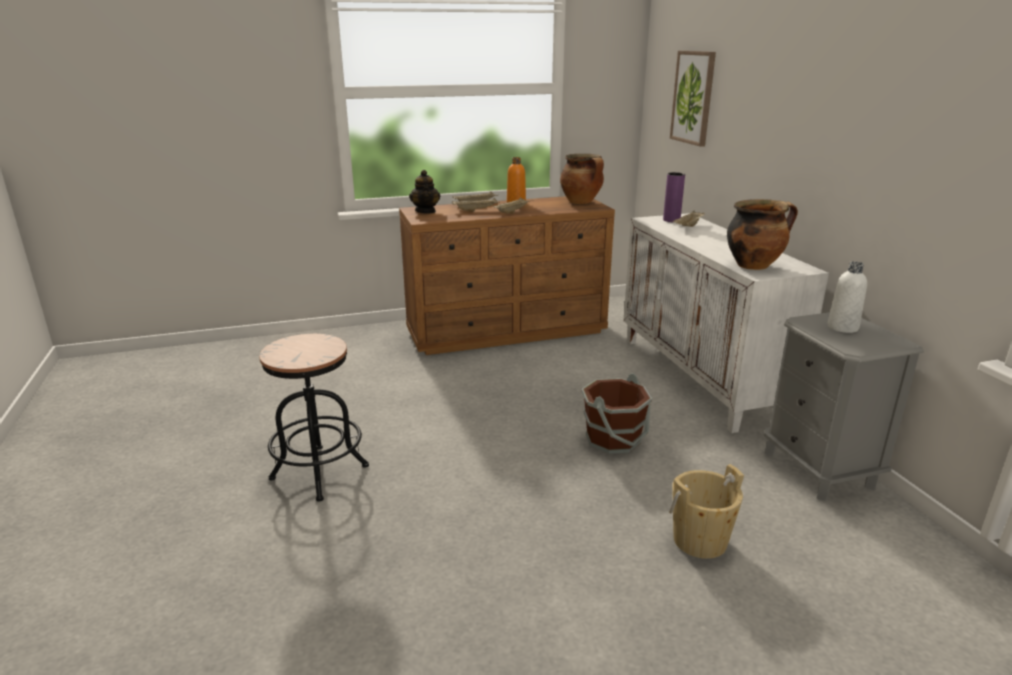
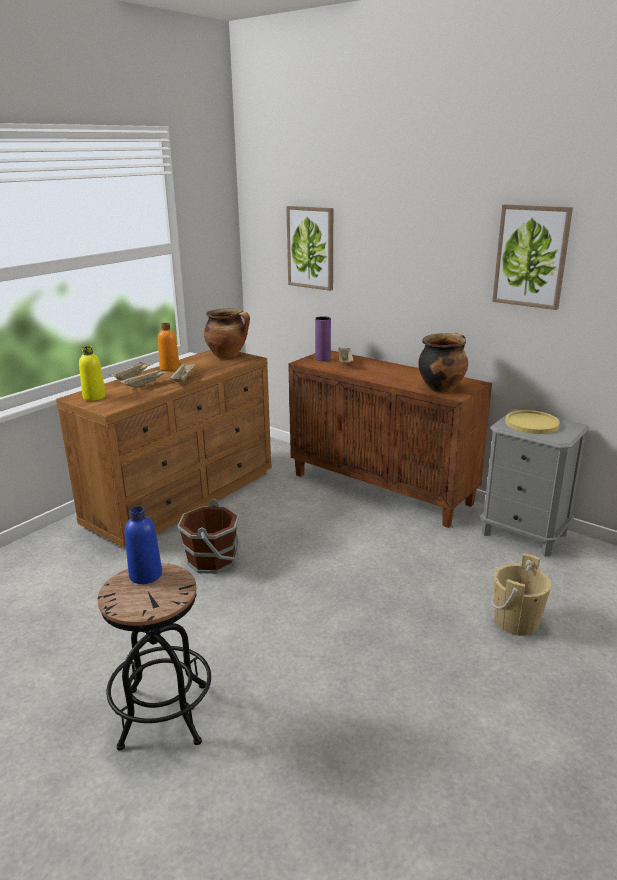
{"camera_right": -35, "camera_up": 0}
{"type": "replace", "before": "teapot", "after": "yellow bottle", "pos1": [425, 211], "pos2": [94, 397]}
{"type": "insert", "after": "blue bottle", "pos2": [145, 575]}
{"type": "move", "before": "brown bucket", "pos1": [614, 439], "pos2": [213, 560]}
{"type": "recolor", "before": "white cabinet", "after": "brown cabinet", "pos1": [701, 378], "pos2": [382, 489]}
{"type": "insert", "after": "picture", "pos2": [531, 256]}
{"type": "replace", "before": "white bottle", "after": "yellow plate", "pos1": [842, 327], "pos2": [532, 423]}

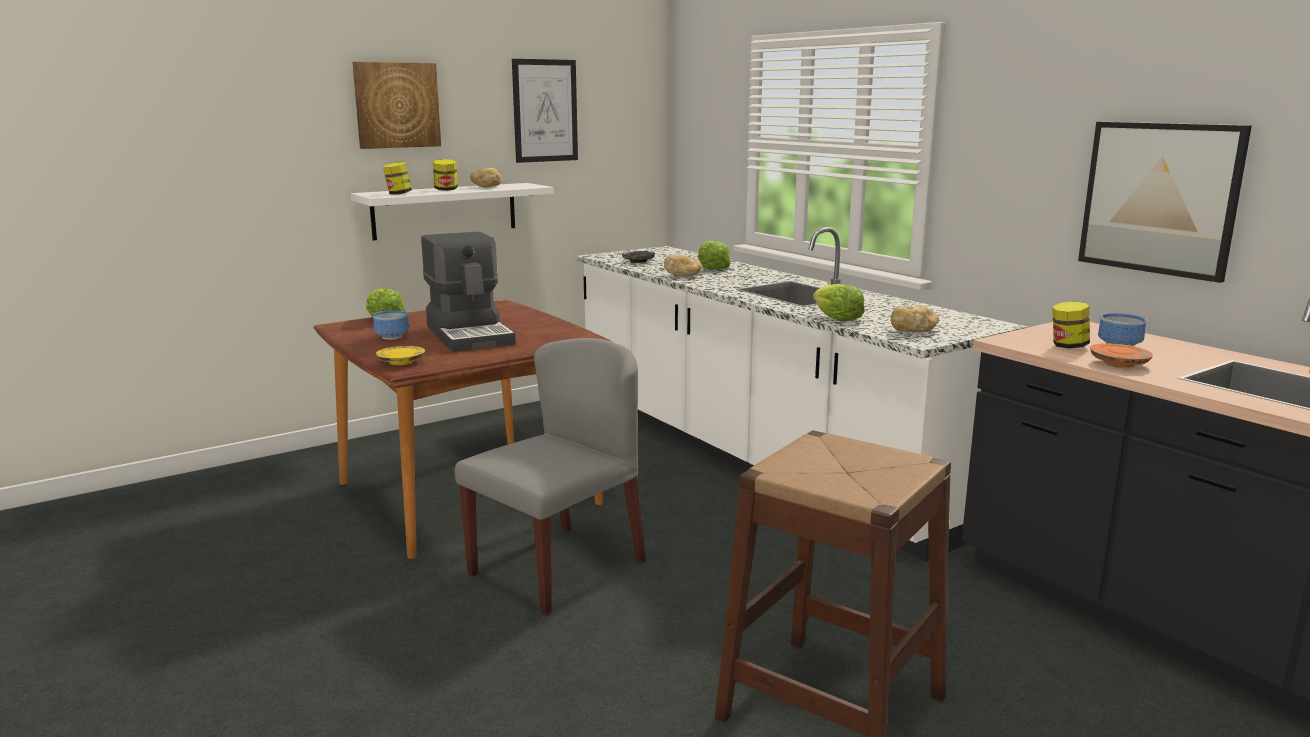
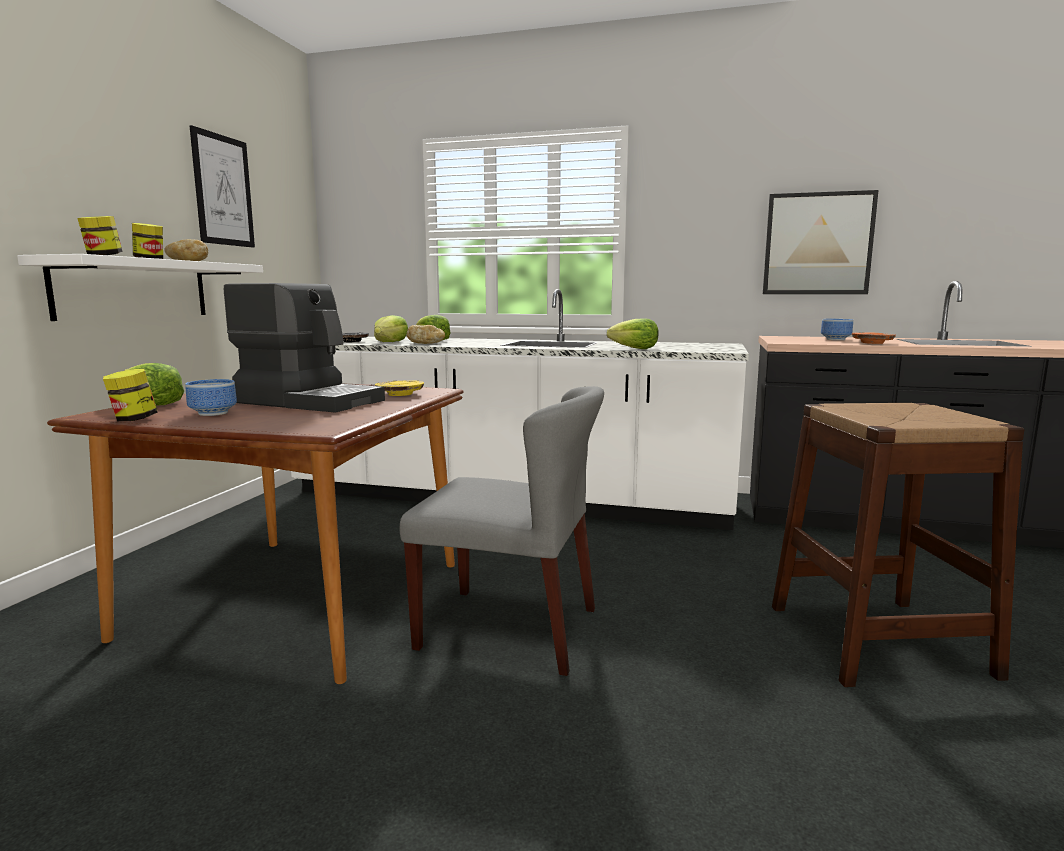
{"camera_right": -40, "camera_up": -5}
{"type": "move", "before": "jar", "pos1": [1068, 346], "pos2": [134, 419]}
{"type": "insert", "after": "lettuce", "pos2": [390, 342]}
{"type": "move", "before": "yellow plate", "pos1": [401, 362], "pos2": [400, 394]}
{"type": "rotate", "before": "grey chair", "pos1": [558, 567], "pos2": [510, 628], "turn": 105}
{"type": "delete", "before": "picture", "pos1": [397, 105]}
{"type": "delete", "before": "bread", "pos1": [912, 331]}

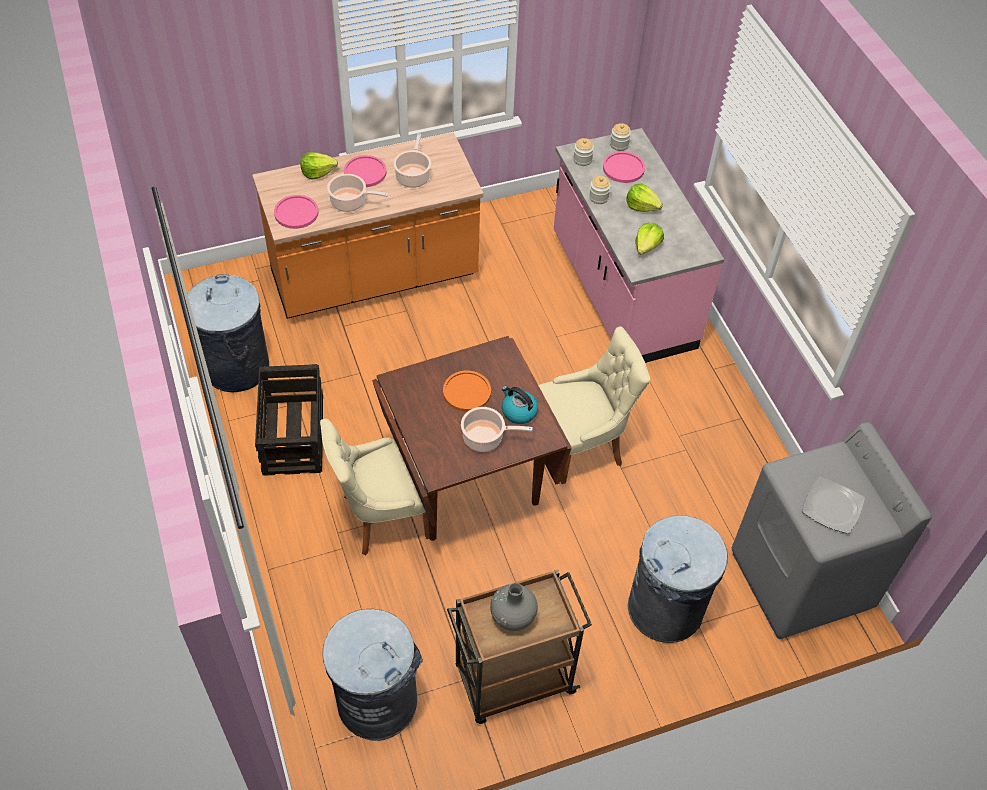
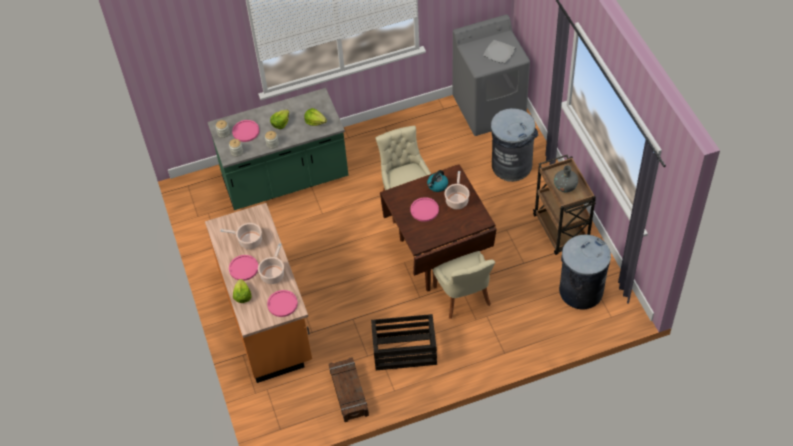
{"camera_right": -85, "camera_up": 0}
{"type": "recolor", "before": "pink counter", "after": "green counter", "pos1": [621, 292], "pos2": [285, 180]}
{"type": "replace", "before": "grey trash can", "after": "crate", "pos1": [236, 367], "pos2": [348, 392]}
{"type": "recolor", "before": "orange plate", "after": "pink plate", "pos1": [467, 392], "pos2": [424, 210]}

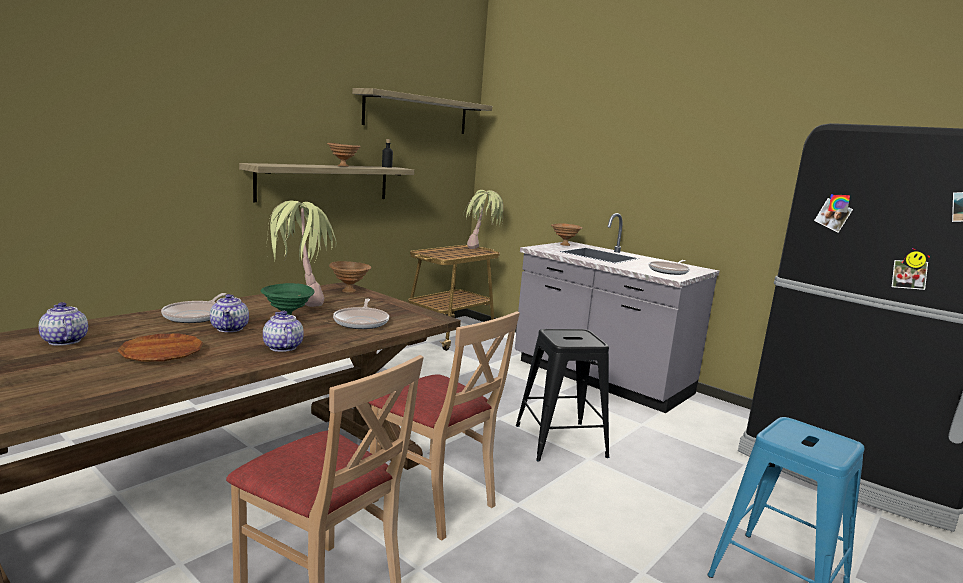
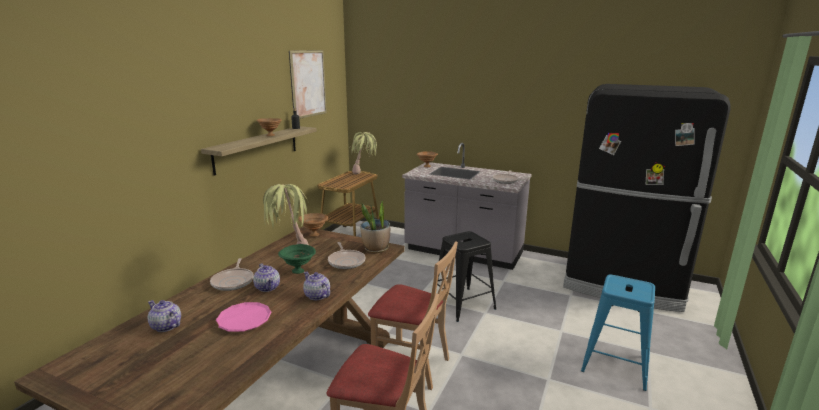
{"camera_right": -15, "camera_up": 5}
{"type": "recolor", "before": "brown plate", "after": "pink plate", "pos1": [161, 353], "pos2": [244, 320]}
{"type": "replace", "before": "shelf", "after": "picture", "pos1": [417, 113], "pos2": [308, 83]}
{"type": "insert", "after": "potted plant", "pos2": [376, 249]}

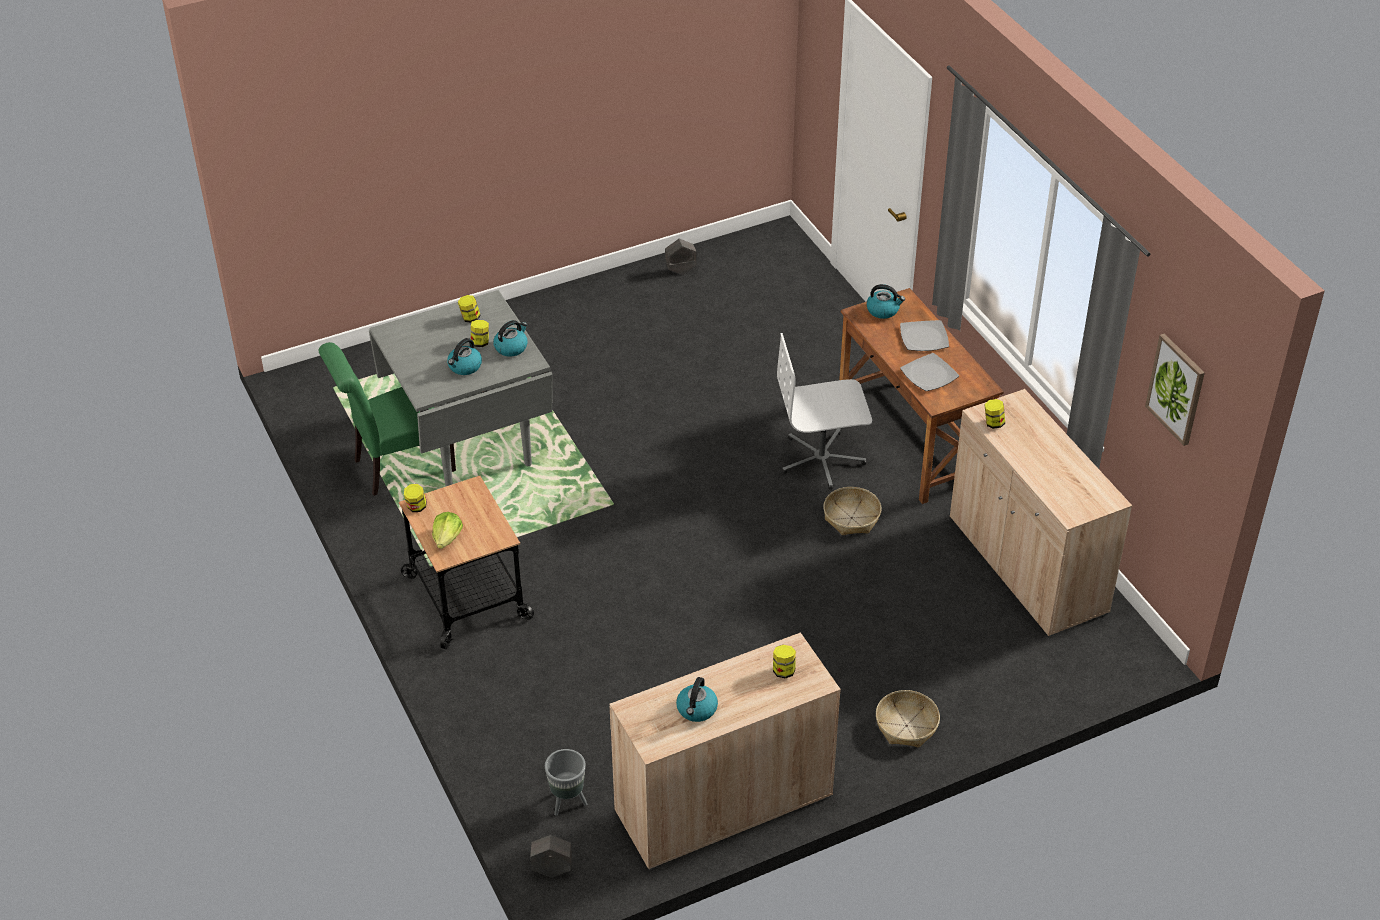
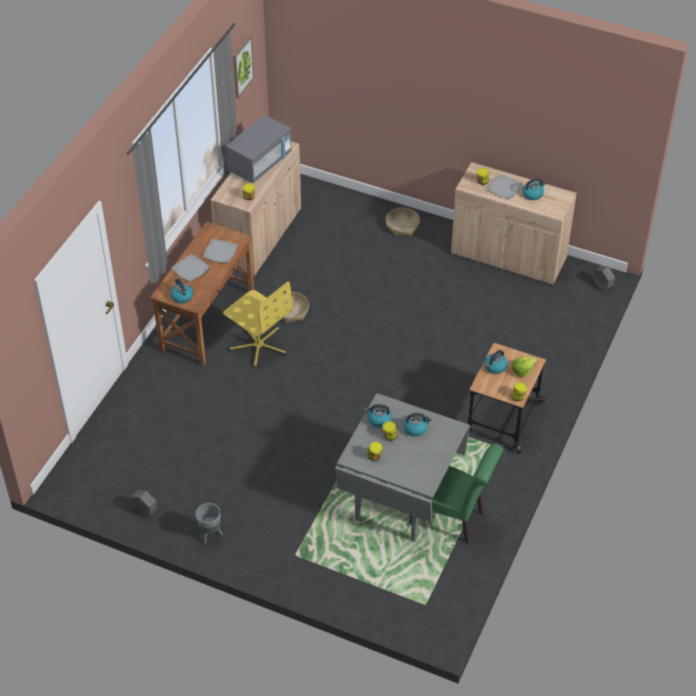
{"camera_right": -130, "camera_up": 5}
{"type": "move", "before": "grey planter", "pos1": [568, 802], "pos2": [210, 535]}
{"type": "recolor", "before": "white office chair", "after": "yellow office chair", "pos1": [822, 460], "pos2": [259, 346]}
{"type": "insert", "after": "grey microwave", "pos2": [260, 163]}
{"type": "insert", "after": "kettle", "pos2": [495, 367]}
{"type": "insert", "after": "plate", "pos2": [504, 188]}

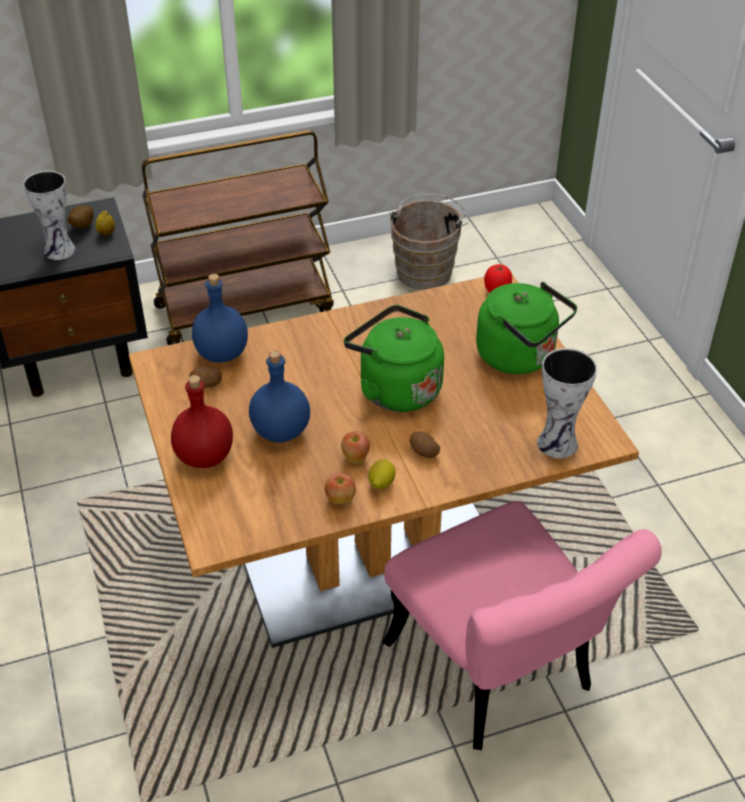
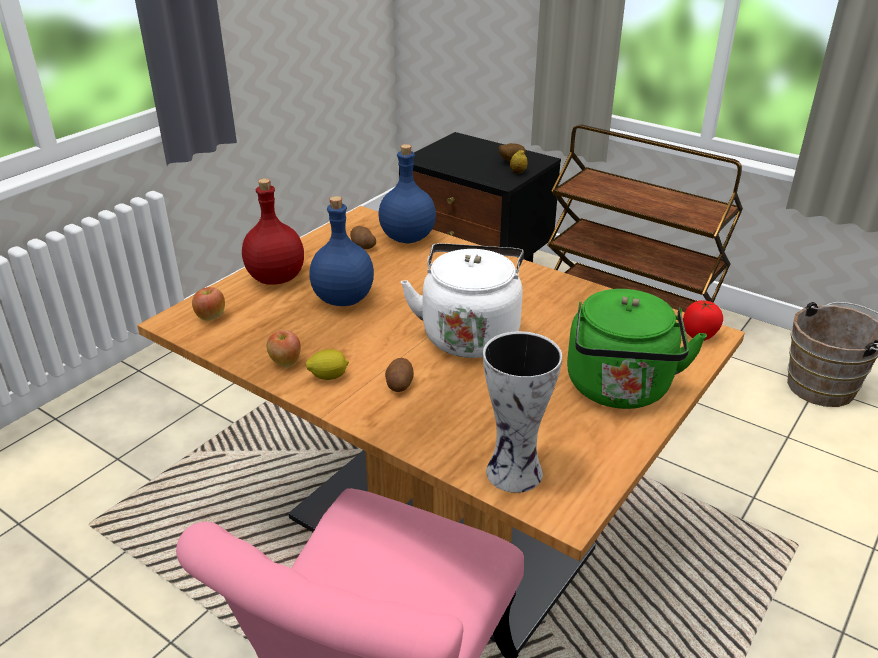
{"camera_right": 55, "camera_up": -10}
{"type": "move", "before": "apple", "pos1": [355, 457], "pos2": [211, 317]}
{"type": "recolor", "before": "green kettle", "after": "white kettle", "pos1": [395, 388], "pos2": [470, 334]}
{"type": "delete", "before": "vase", "pos1": [61, 250]}

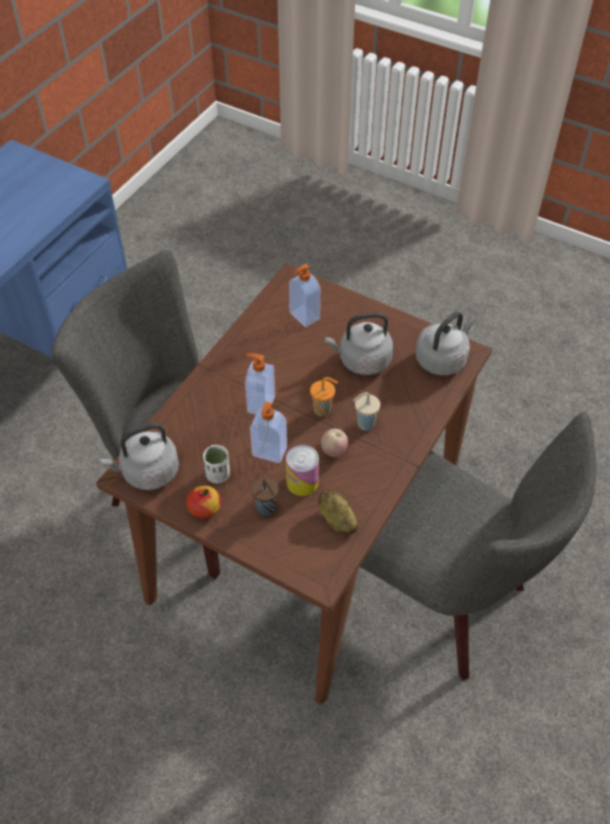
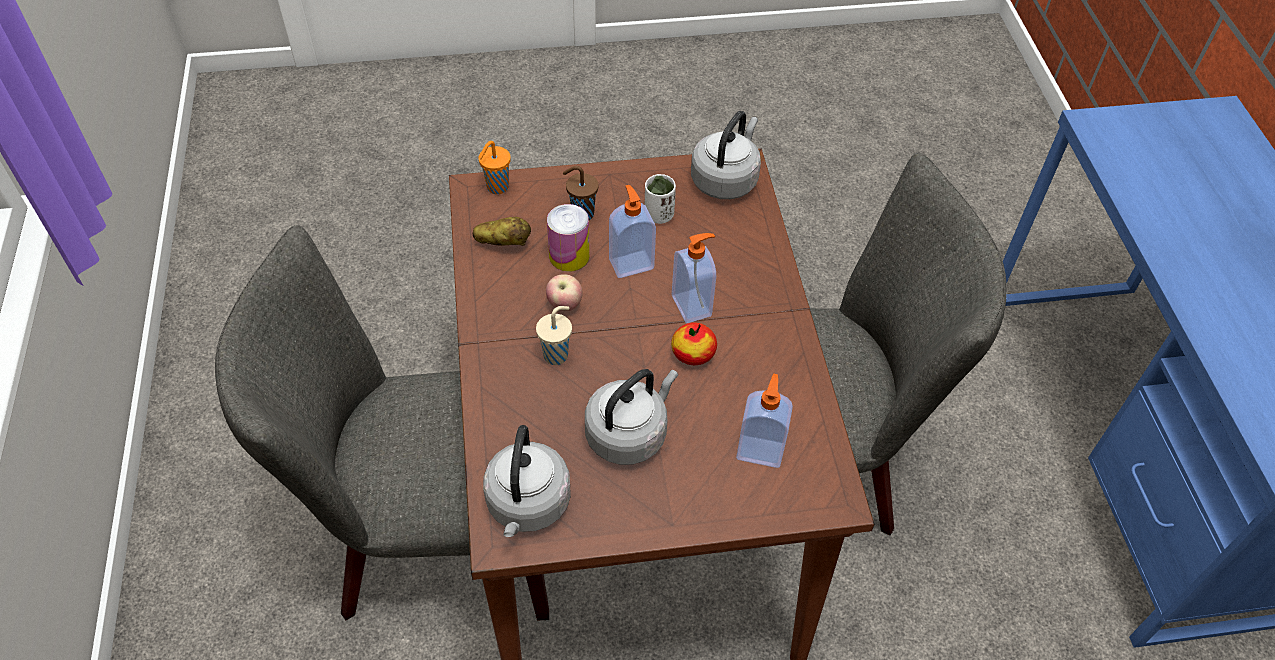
{"camera_right": 140, "camera_up": 0}
{"type": "move", "before": "orange cup", "pos1": [323, 410], "pos2": [496, 188]}
{"type": "move", "before": "apple", "pos1": [204, 508], "pos2": [693, 354]}

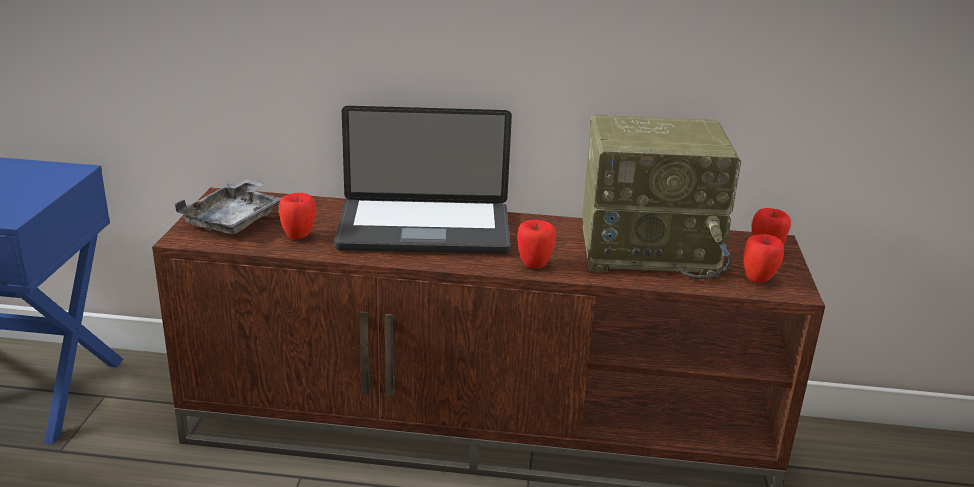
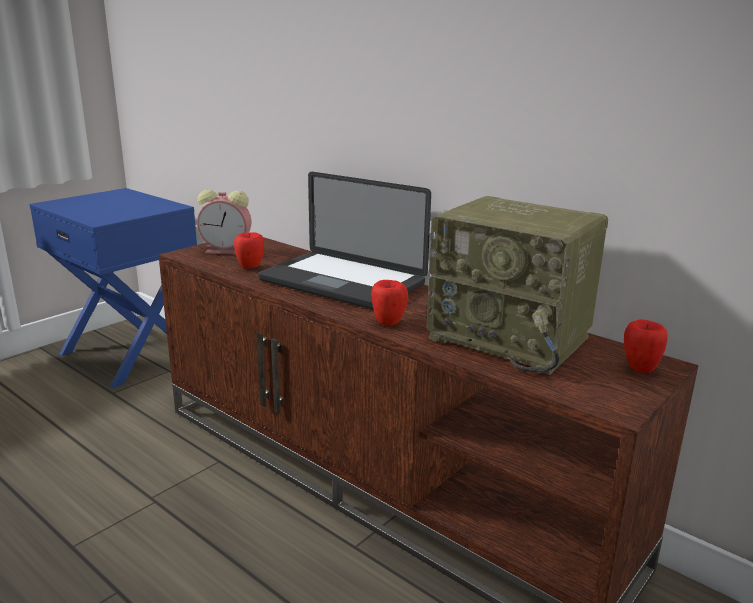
{"camera_right": 35, "camera_up": -5}
{"type": "replace", "before": "grey tray", "after": "alarm clock", "pos1": [234, 220], "pos2": [228, 251]}
{"type": "delete", "before": "apple", "pos1": [758, 279]}

